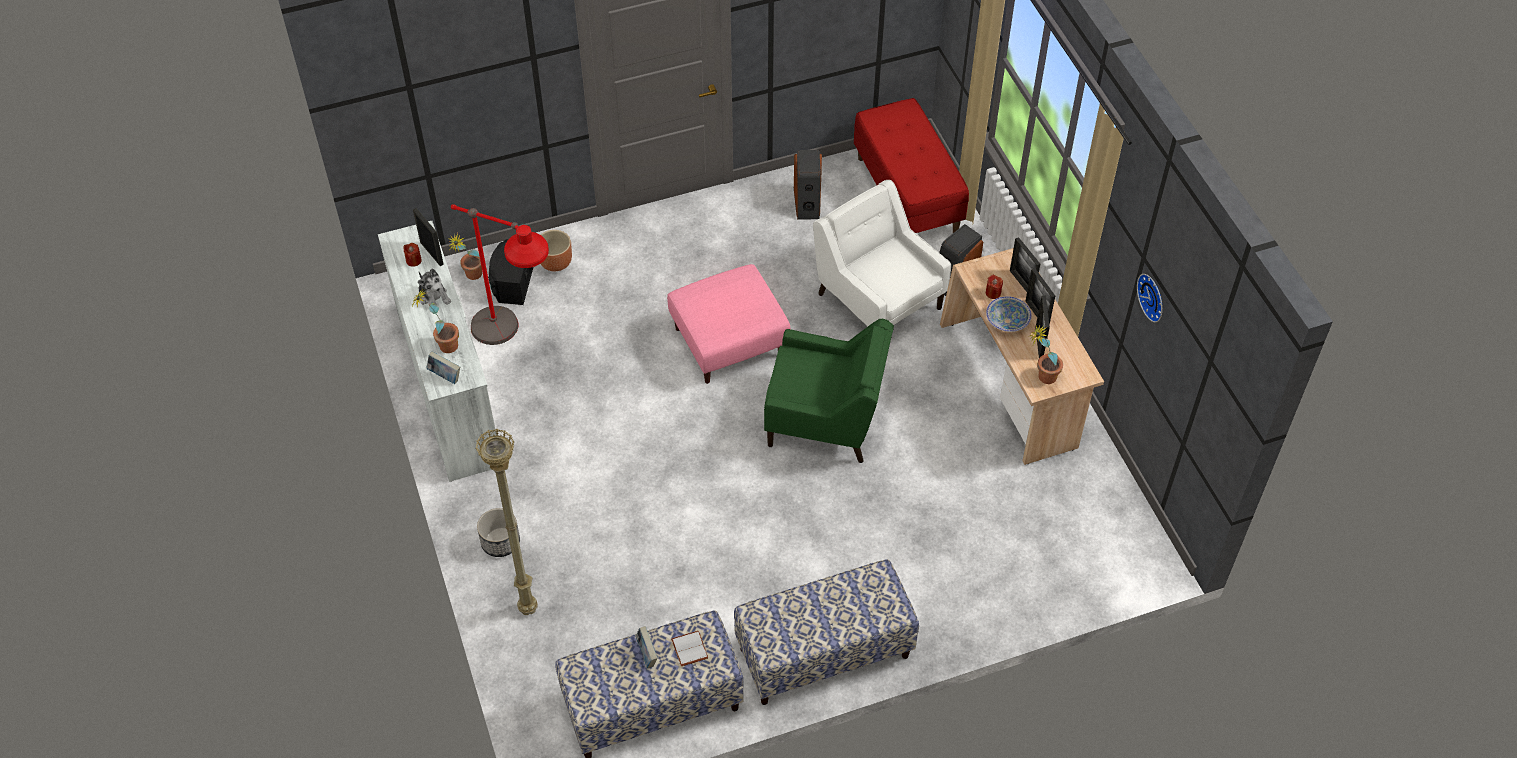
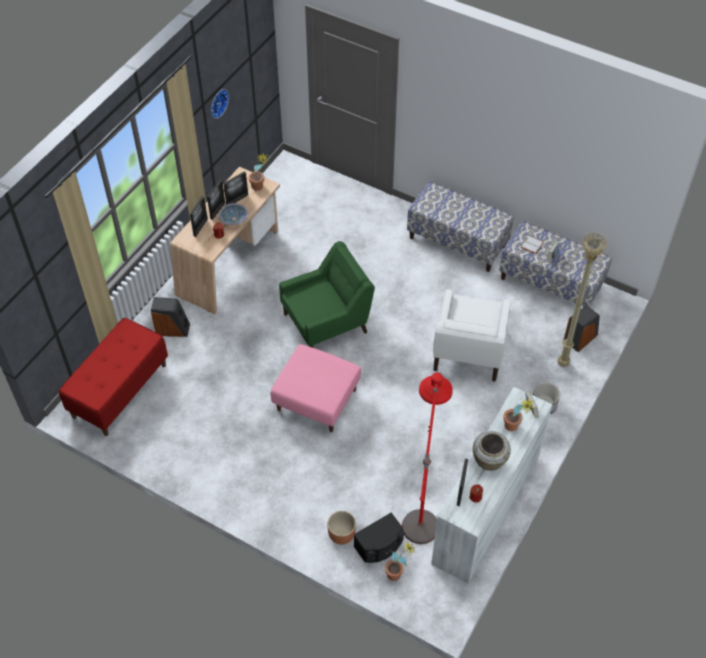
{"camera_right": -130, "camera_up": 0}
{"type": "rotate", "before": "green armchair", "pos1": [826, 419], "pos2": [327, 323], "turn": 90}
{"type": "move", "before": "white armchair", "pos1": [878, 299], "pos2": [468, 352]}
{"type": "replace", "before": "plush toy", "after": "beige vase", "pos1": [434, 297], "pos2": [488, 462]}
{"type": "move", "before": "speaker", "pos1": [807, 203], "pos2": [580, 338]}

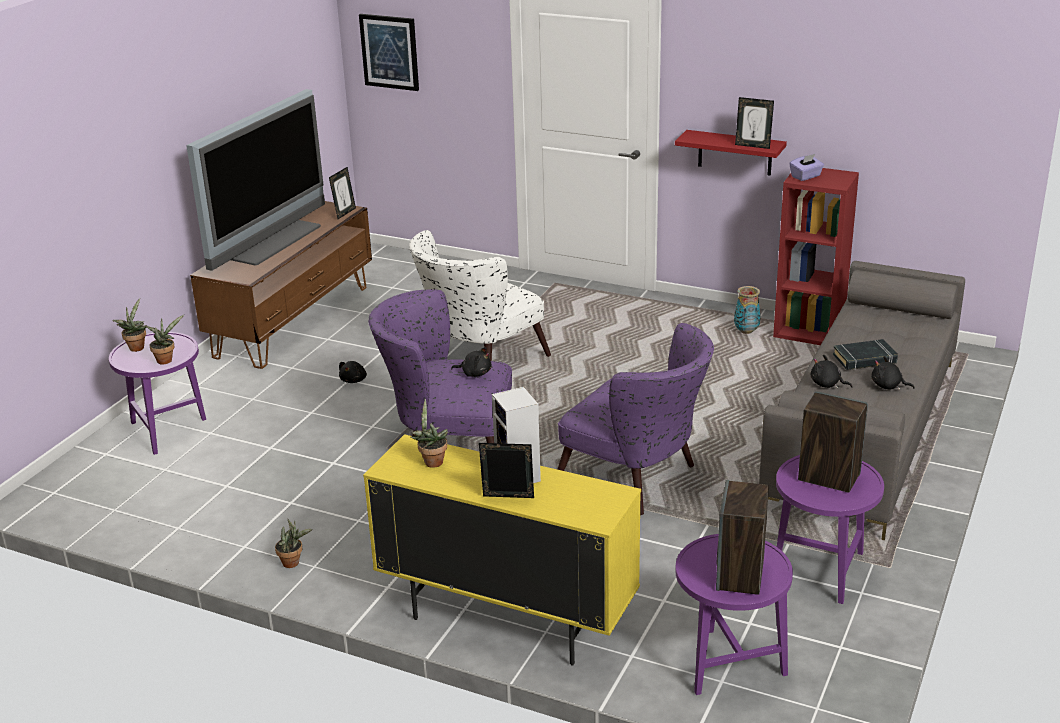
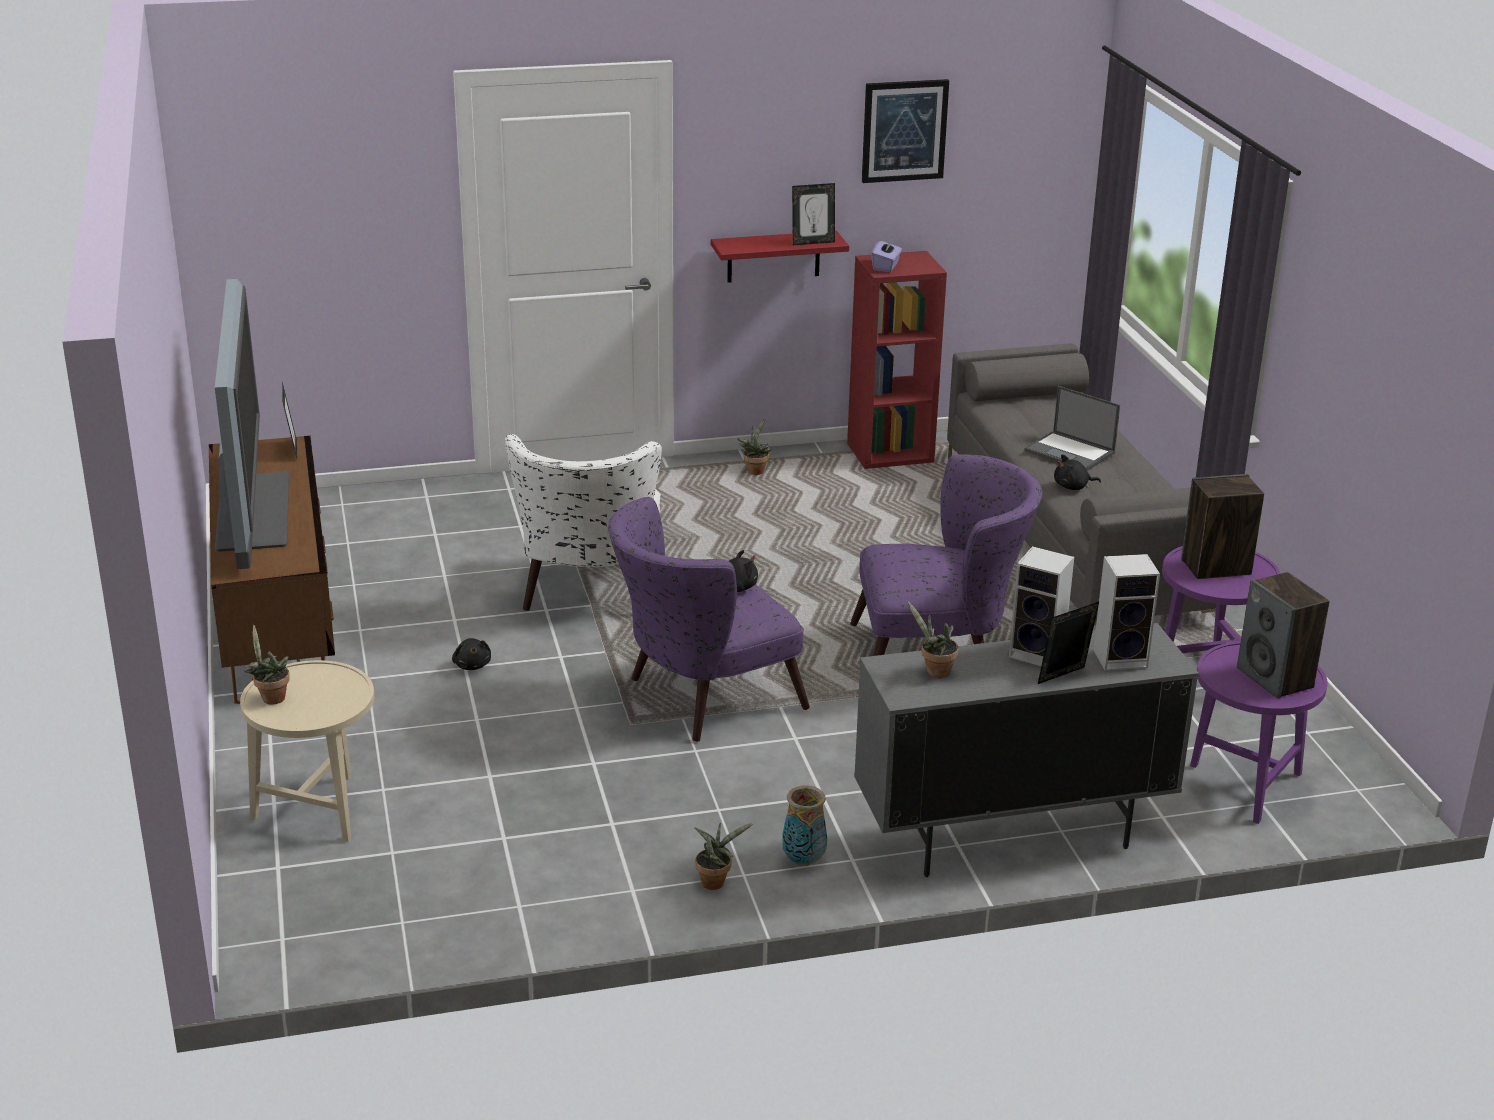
{"camera_right": -40, "camera_up": 0}
{"type": "recolor", "before": "purple side table", "after": "beige side table", "pos1": [168, 430], "pos2": [319, 808]}
{"type": "move", "before": "potted plant", "pos1": [166, 360], "pos2": [755, 471]}
{"type": "move", "before": "vase", "pos1": [746, 331], "pos2": [804, 860]}
{"type": "recolor", "before": "yellow cabinet", "after": "grey cabinet", "pos1": [506, 620], "pos2": [1011, 837]}
{"type": "move", "before": "picture", "pos1": [389, 52], "pos2": [904, 130]}
{"type": "replace", "before": "black book", "after": "laptop", "pos1": [865, 359], "pos2": [1070, 452]}
{"type": "insert", "after": "speaker", "pos2": [1122, 658]}
{"type": "delete", "before": "black plush toy", "pos1": [888, 386]}

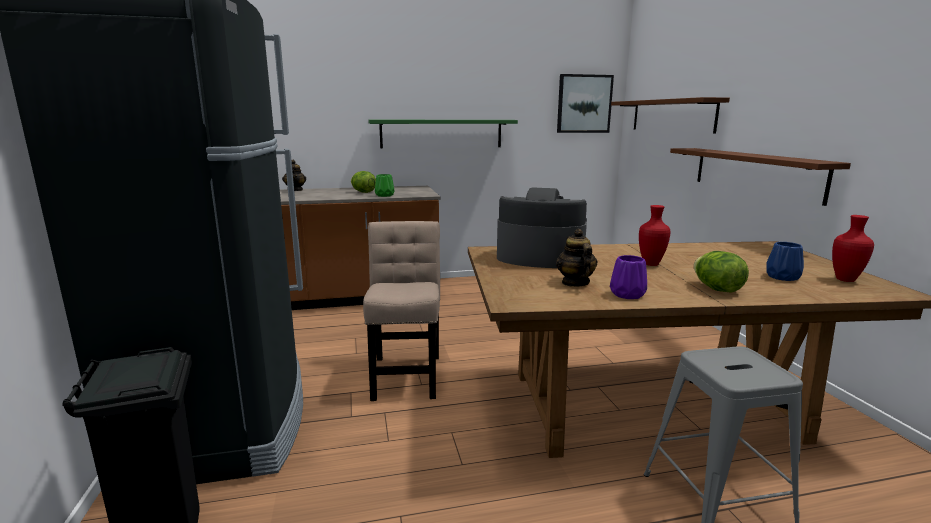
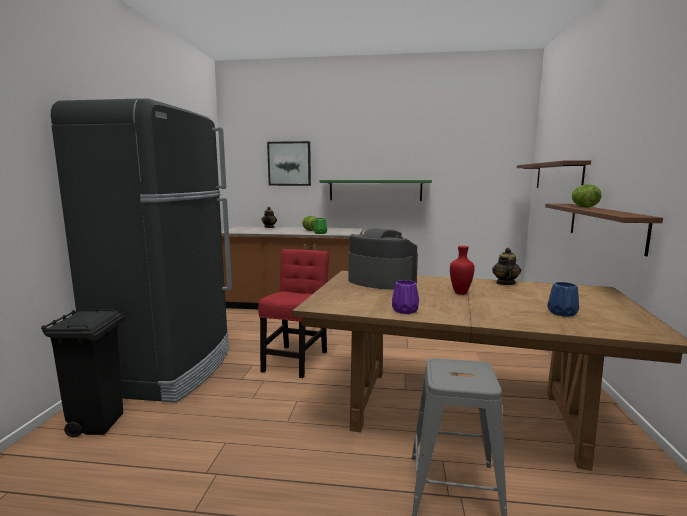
{"camera_right": 20, "camera_up": -5}
{"type": "recolor", "before": "beige chair", "after": "red chair", "pos1": [406, 374], "pos2": [296, 359]}
{"type": "move", "before": "picture", "pos1": [584, 104], "pos2": [289, 163]}
{"type": "move", "before": "teapot", "pos1": [575, 283], "pos2": [505, 283]}
{"type": "move", "before": "lettuce", "pos1": [717, 289], "pos2": [583, 207]}
{"type": "delete", "before": "red vase", "pos1": [844, 279]}

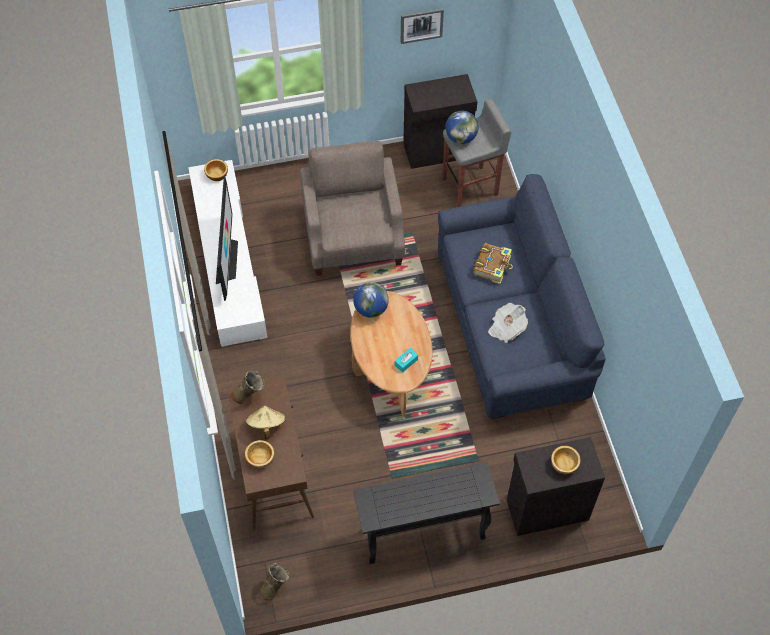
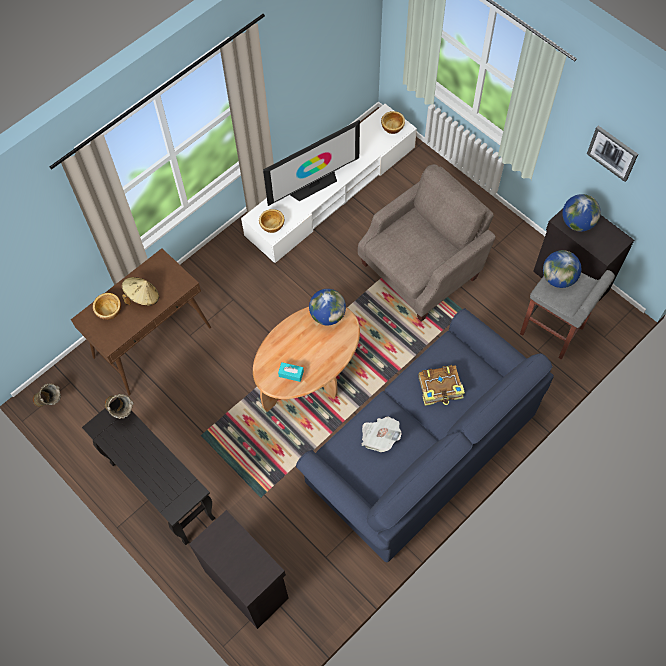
{"camera_right": 60, "camera_up": 5}
{"type": "move", "before": "beige vase", "pos1": [250, 396], "pos2": [122, 413]}
{"type": "move", "before": "bowl", "pos1": [564, 464], "pos2": [272, 226]}
{"type": "insert", "after": "globe", "pos2": [577, 223]}

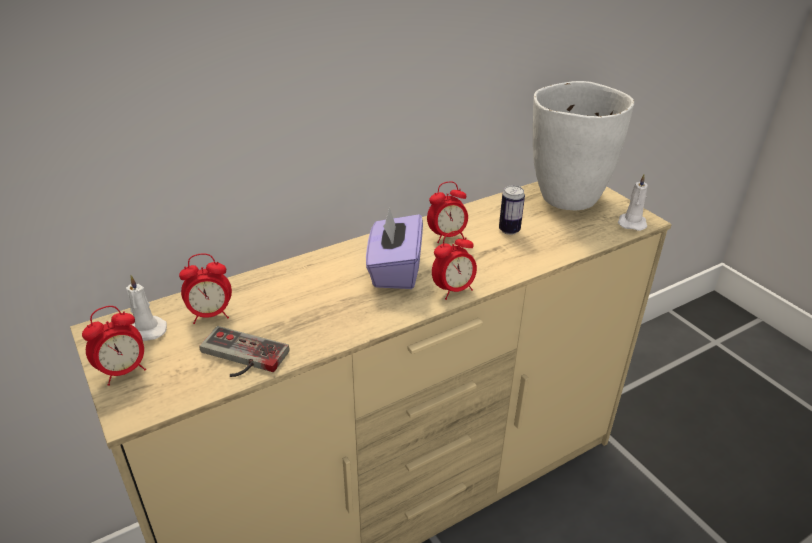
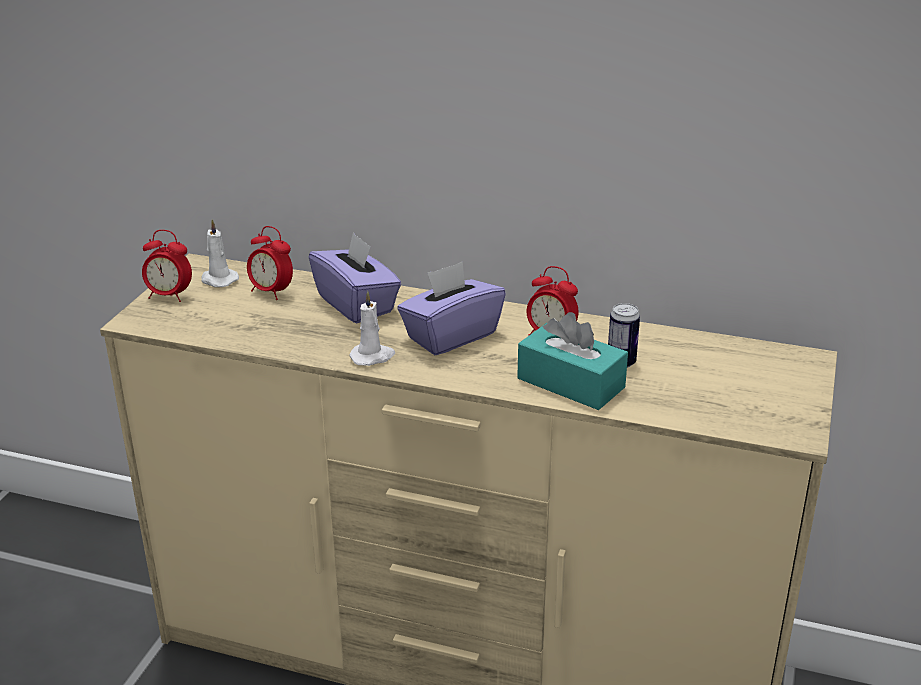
{"camera_right": 50, "camera_up": -5}
{"type": "insert", "after": "purple tissue box", "pos2": [357, 304]}
{"type": "move", "before": "white candle", "pos1": [632, 223], "pos2": [373, 357]}
{"type": "insert", "after": "turquoise tissue box", "pos2": [570, 383]}
{"type": "delete", "before": "game controller", "pos1": [239, 358]}
{"type": "delete", "before": "alarm clock", "pos1": [453, 290]}
{"type": "delete", "before": "white vase", "pos1": [566, 197]}

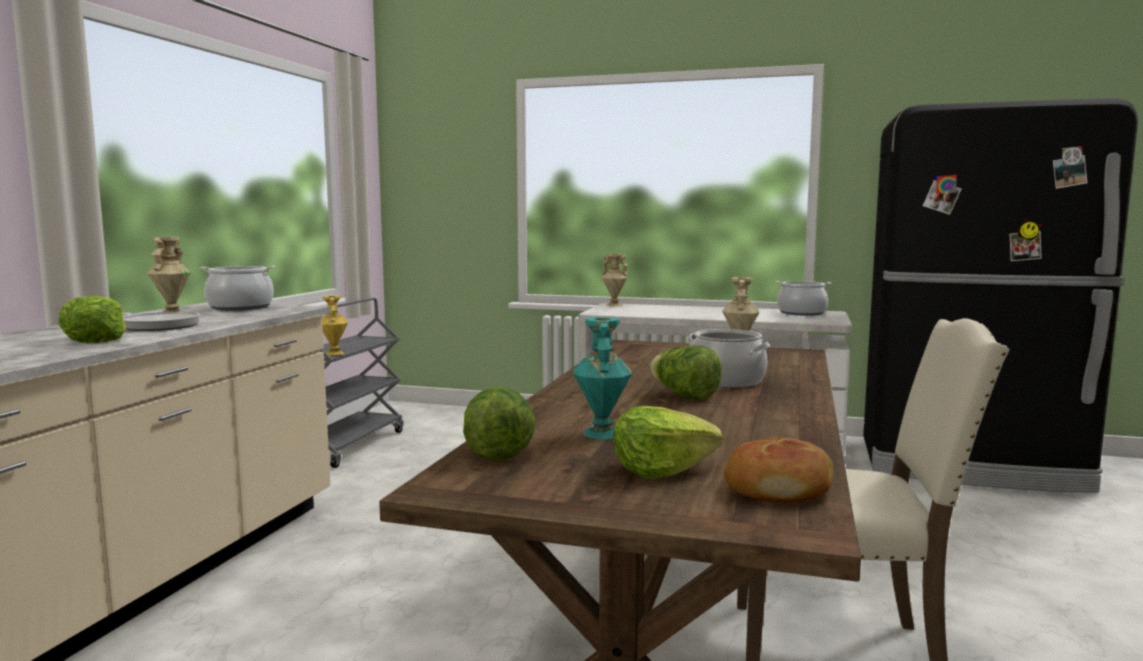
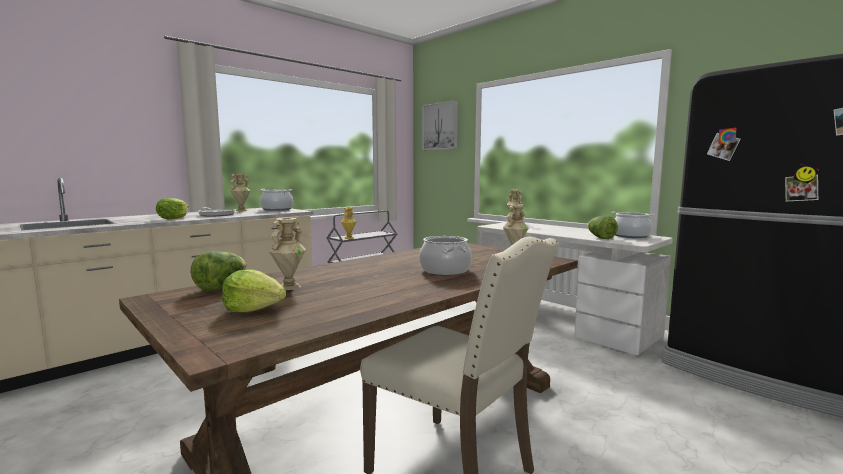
{"camera_right": 30, "camera_up": 0}
{"type": "recolor", "before": "turquoise vase", "after": "beige vase", "pos1": [600, 433], "pos2": [289, 287]}
{"type": "insert", "after": "picture", "pos2": [440, 126]}
{"type": "move", "before": "lettuce", "pos1": [684, 396], "pos2": [600, 238]}
{"type": "delete", "before": "bread", "pos1": [779, 488]}

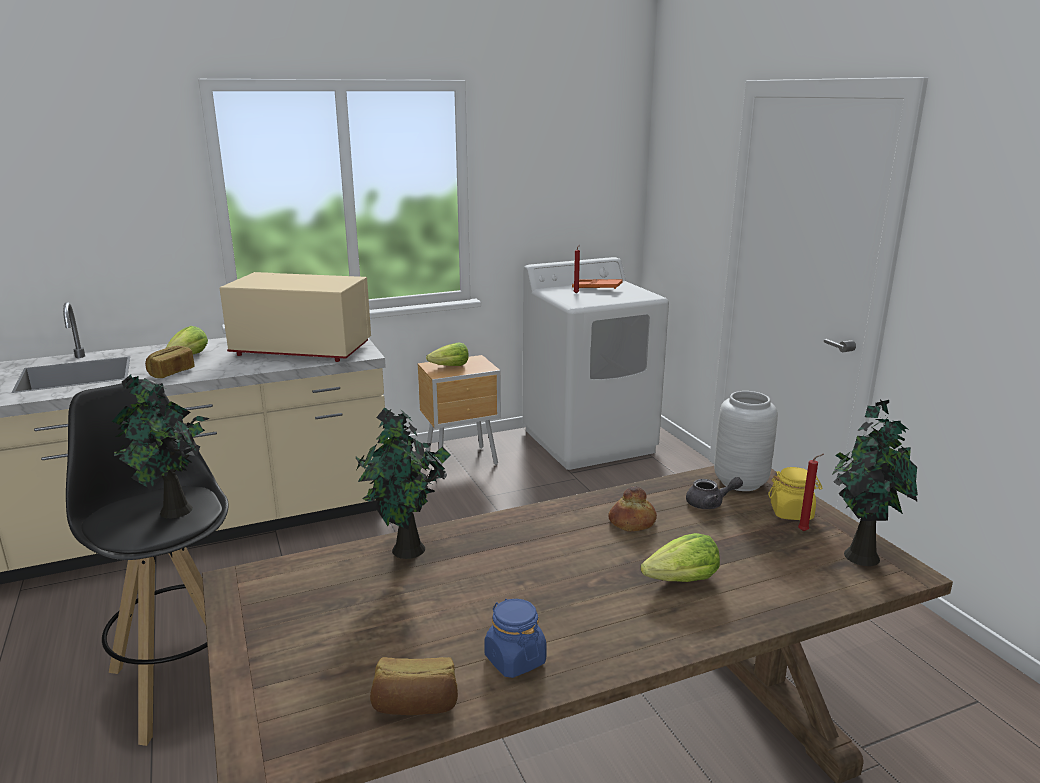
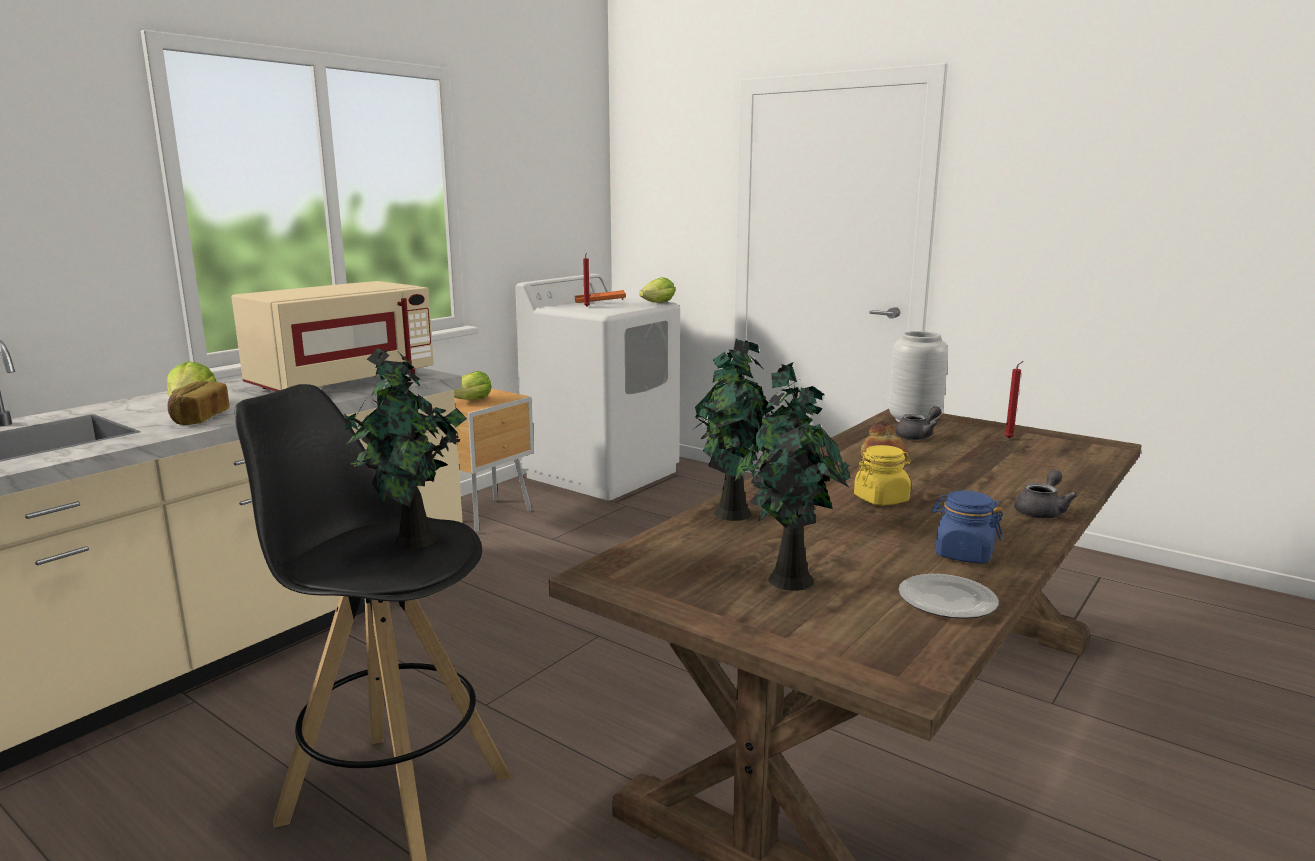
{"camera_right": -30, "camera_up": -5}
{"type": "rotate", "before": "beige microwave", "pos1": [301, 350], "pos2": [342, 382], "turn": 150}
{"type": "move", "before": "lettuce", "pos1": [682, 580], "pos2": [657, 303]}
{"type": "move", "before": "potted plant", "pos1": [859, 554], "pos2": [787, 579]}
{"type": "move", "before": "yellow jar", "pos1": [791, 512], "pos2": [881, 499]}
{"type": "replace", "before": "bread", "after": "plate", "pos1": [416, 705], "pos2": [947, 602]}
{"type": "insert", "after": "grey teapot", "pos2": [1042, 511]}

